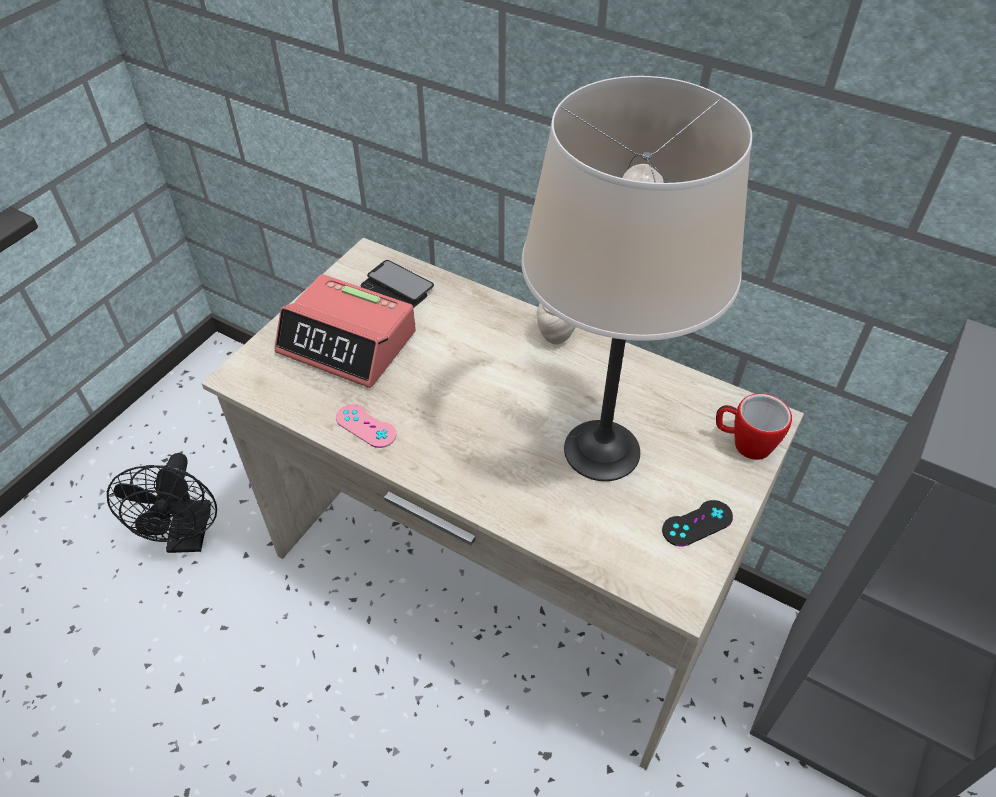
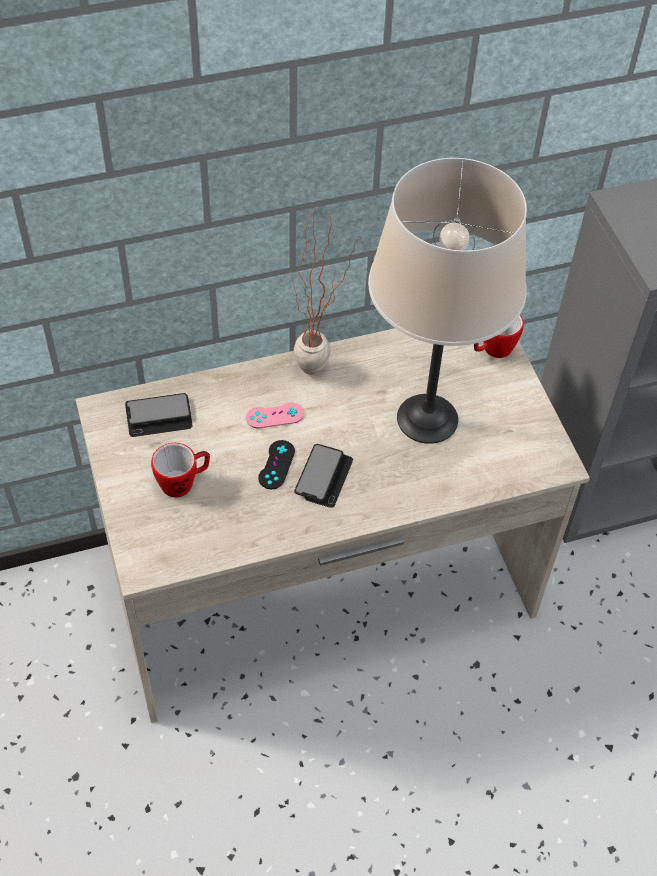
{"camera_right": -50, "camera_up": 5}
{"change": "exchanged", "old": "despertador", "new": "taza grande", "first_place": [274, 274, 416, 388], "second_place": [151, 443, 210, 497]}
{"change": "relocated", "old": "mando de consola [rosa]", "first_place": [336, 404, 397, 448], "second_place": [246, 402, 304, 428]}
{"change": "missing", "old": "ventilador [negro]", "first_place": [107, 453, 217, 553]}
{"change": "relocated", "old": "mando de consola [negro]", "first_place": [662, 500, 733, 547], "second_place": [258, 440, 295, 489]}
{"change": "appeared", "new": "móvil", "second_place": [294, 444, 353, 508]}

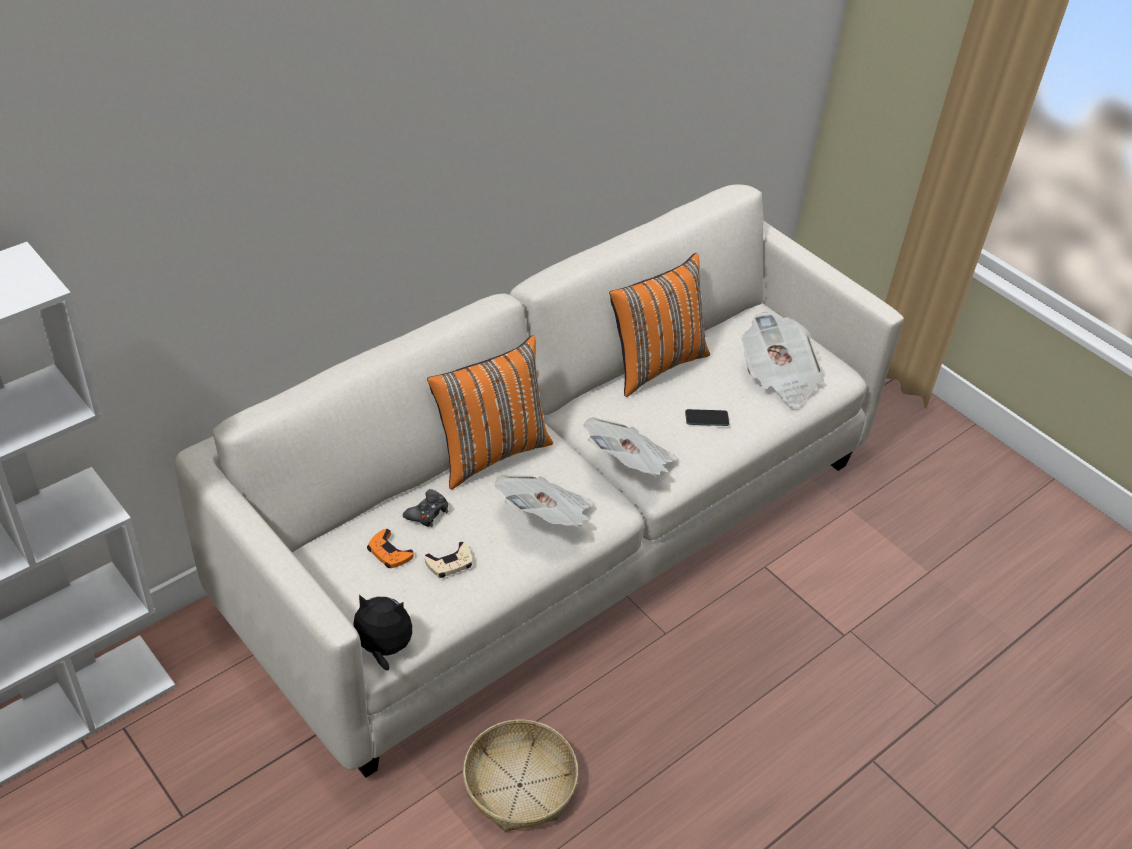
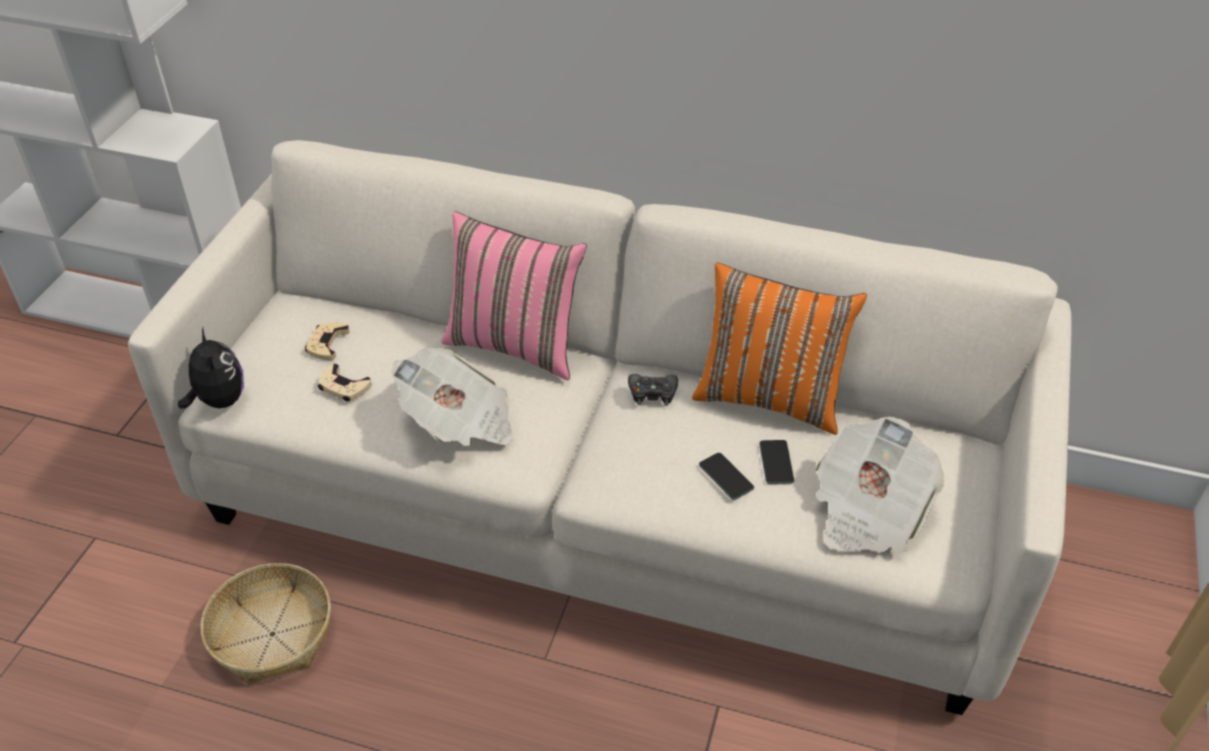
{"camera_right": 60, "camera_up": 0}
{"change": "colour", "old": "cojín [naranja]", "new": "cojín [rosa]", "first_place": [427, 335, 553, 489], "second_place": [441, 211, 587, 380]}
{"change": "missing", "old": "periódico", "first_place": [583, 417, 677, 476]}
{"change": "relocated", "old": "mando de consola [negro]", "first_place": [403, 489, 449, 527], "second_place": [628, 374, 678, 406]}
{"change": "colour", "old": "mando de consola [naranja]", "new": "mando de consola [beis]", "first_place": [367, 529, 414, 568], "second_place": [305, 322, 349, 360]}
{"change": "appeared", "new": "móvil", "second_place": [759, 440, 794, 484]}

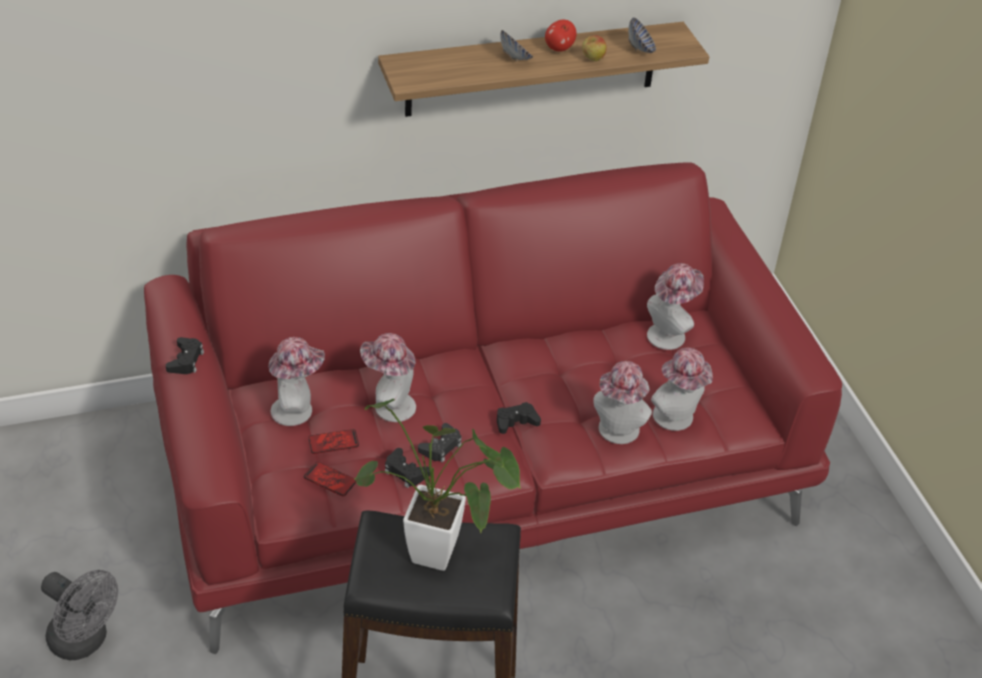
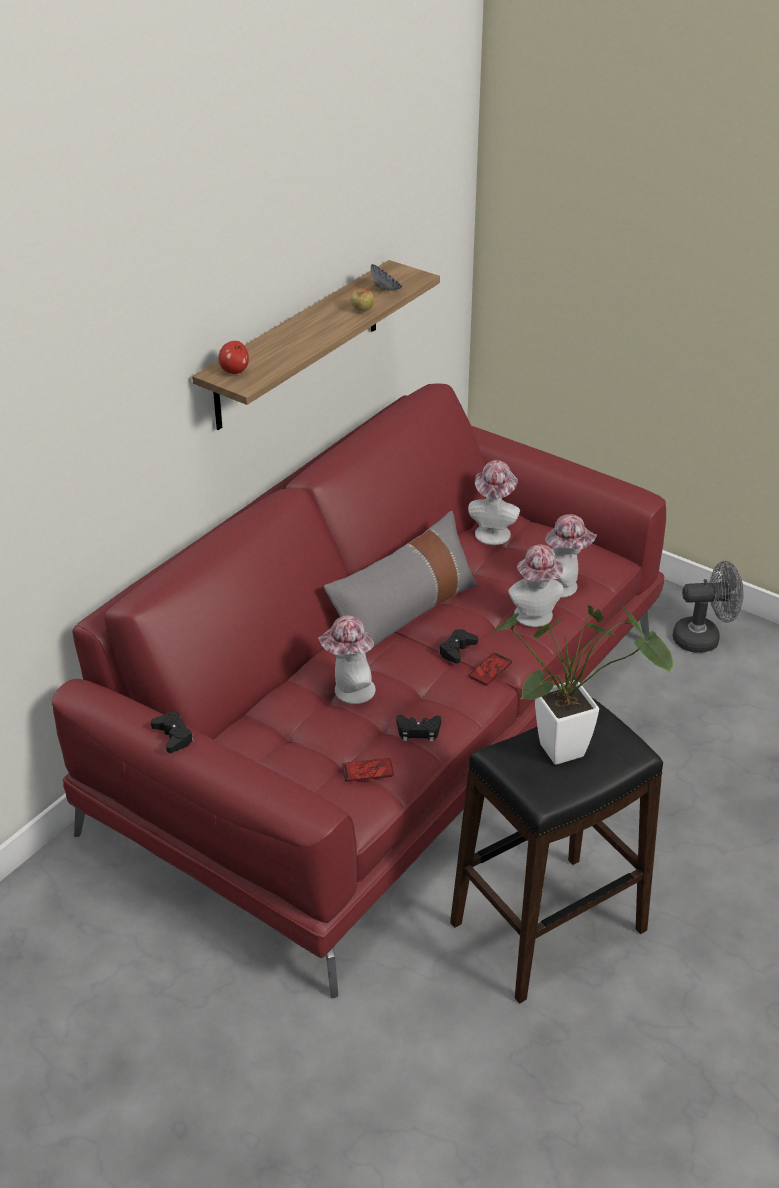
{"camera_right": -35, "camera_up": -5}
{"change": "relocated", "old": "manzana", "first_place": [545, 20, 576, 52], "second_place": [218, 341, 249, 374]}
{"change": "missing", "old": "cuenco", "first_place": [500, 30, 533, 61]}
{"change": "missing", "old": "sombrero", "first_place": [269, 337, 325, 426]}
{"change": "missing", "old": "mando de consola [negro]", "first_place": [418, 423, 461, 462]}
{"change": "relocated", "old": "móvil", "first_place": [308, 429, 359, 454], "second_place": [469, 653, 512, 685]}
{"change": "relocated", "old": "ventilador [gris]", "first_place": [41, 570, 118, 660], "second_place": [673, 561, 744, 653]}
{"change": "appeared", "new": "cojín [gris]", "second_place": [324, 511, 478, 655]}

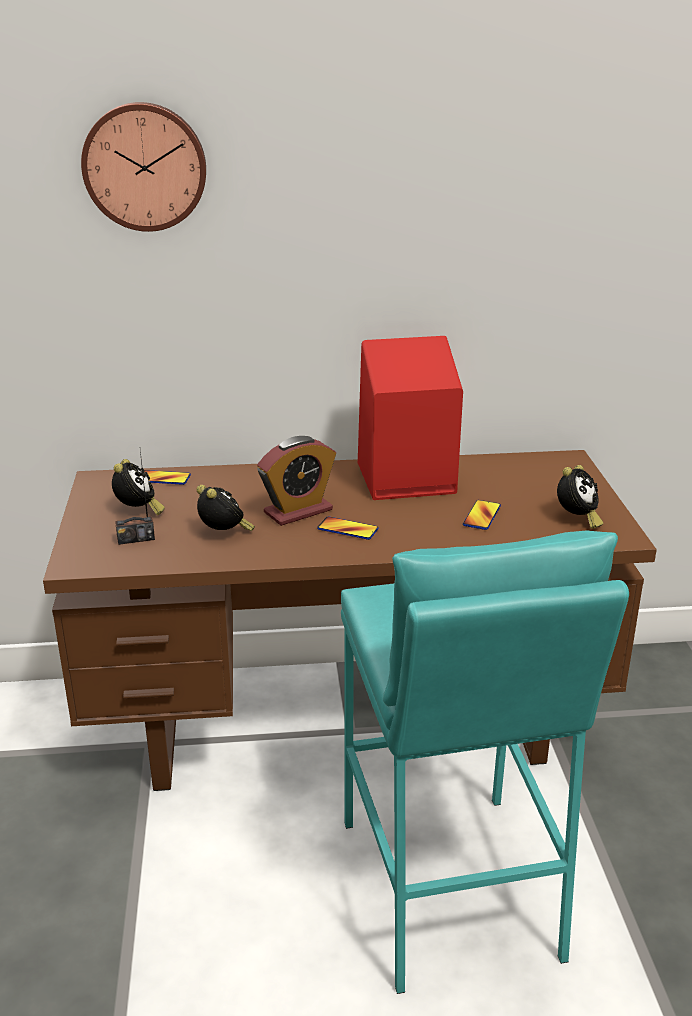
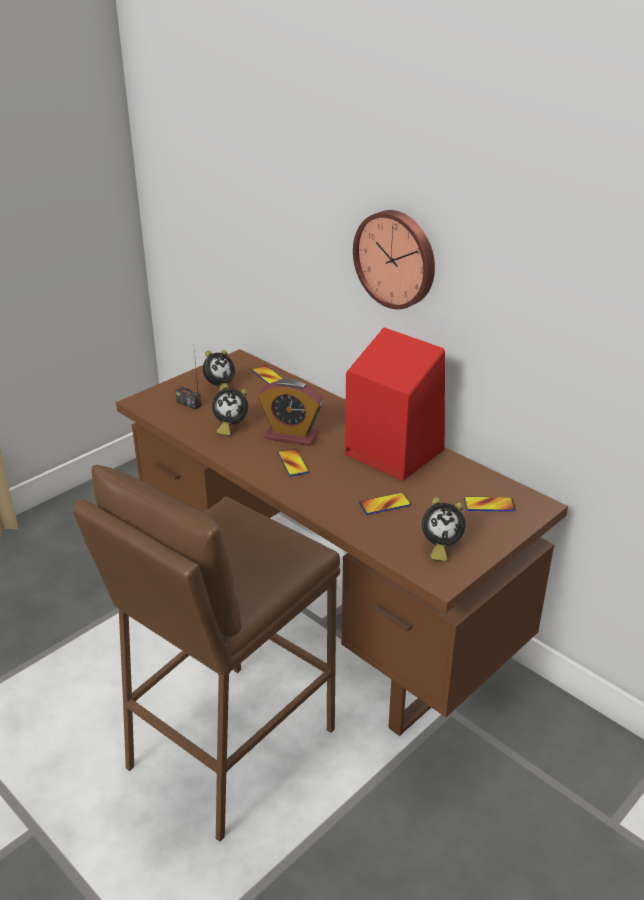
{"camera_right": 50, "camera_up": 5}
{"change": "relocated", "old": "reloj de pared", "first_place": [81, 102, 206, 232], "second_place": [353, 210, 435, 309]}
{"change": "spun", "old": "despertador", "first_place": [197, 485, 255, 531], "second_place": [212, 384, 248, 436], "degrees": 75}
{"change": "colour", "old": "taburete [turquesa]", "new": "taburete [marrón]", "first_place": [341, 530, 629, 994], "second_place": [73, 465, 340, 842]}
{"change": "appeared", "new": "móvil", "second_place": [464, 497, 516, 512]}

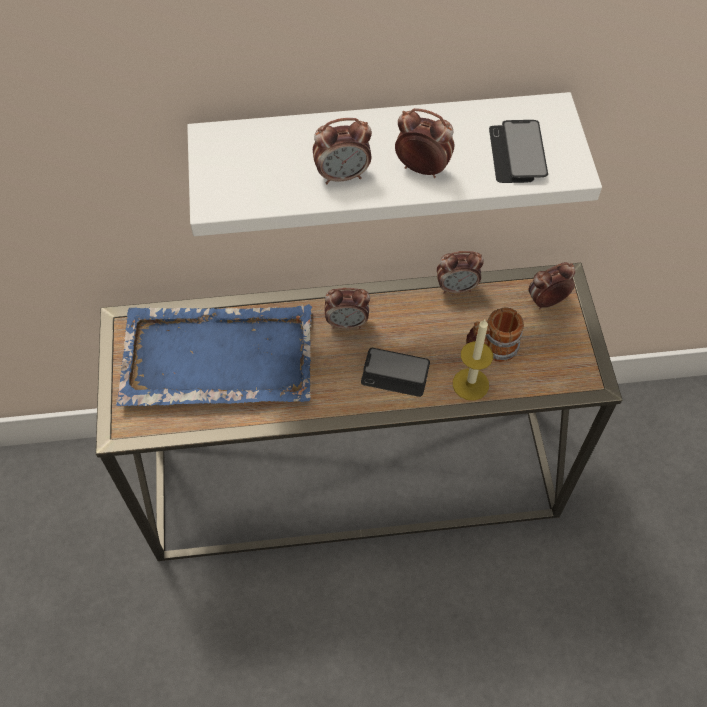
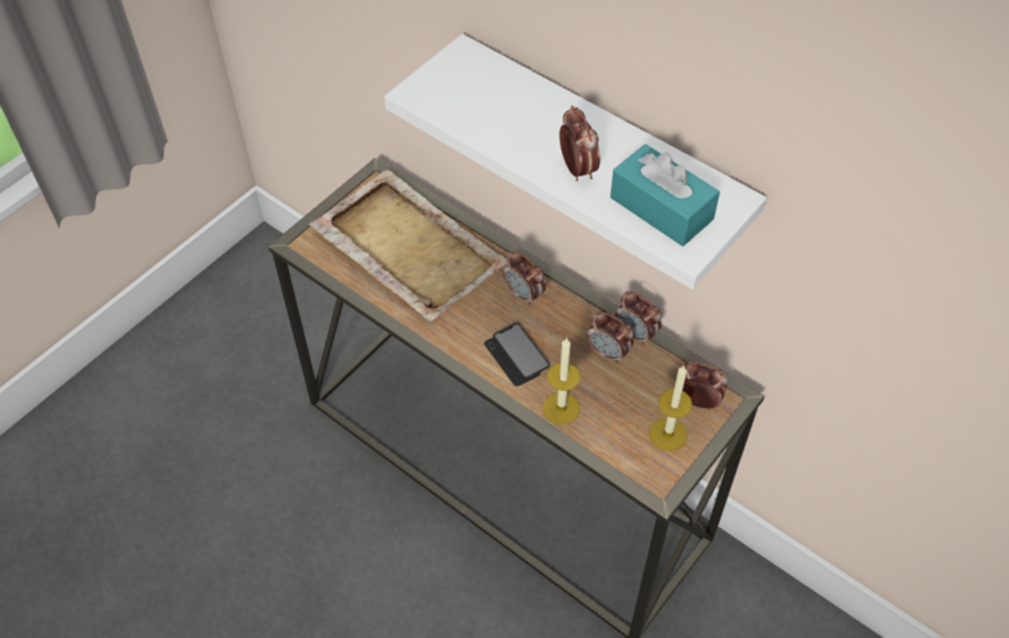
{"camera_right": 45, "camera_up": -5}
{"change": "relocated", "old": "despertador", "first_place": [313, 118, 372, 184], "second_place": [586, 311, 634, 364]}
{"change": "exchanged", "old": "móvil", "new": "caja de pañuelos [turquesa]", "first_place": [489, 120, 548, 183], "second_place": [610, 144, 720, 246]}
{"change": "colour", "old": "bandeja [azul]", "new": "bandeja [beis]", "first_place": [116, 304, 312, 406], "second_place": [309, 169, 507, 321]}
{"change": "missing", "old": "taza grande", "first_place": [466, 307, 524, 362]}
{"change": "appeared", "new": "vela", "second_place": [649, 366, 692, 451]}

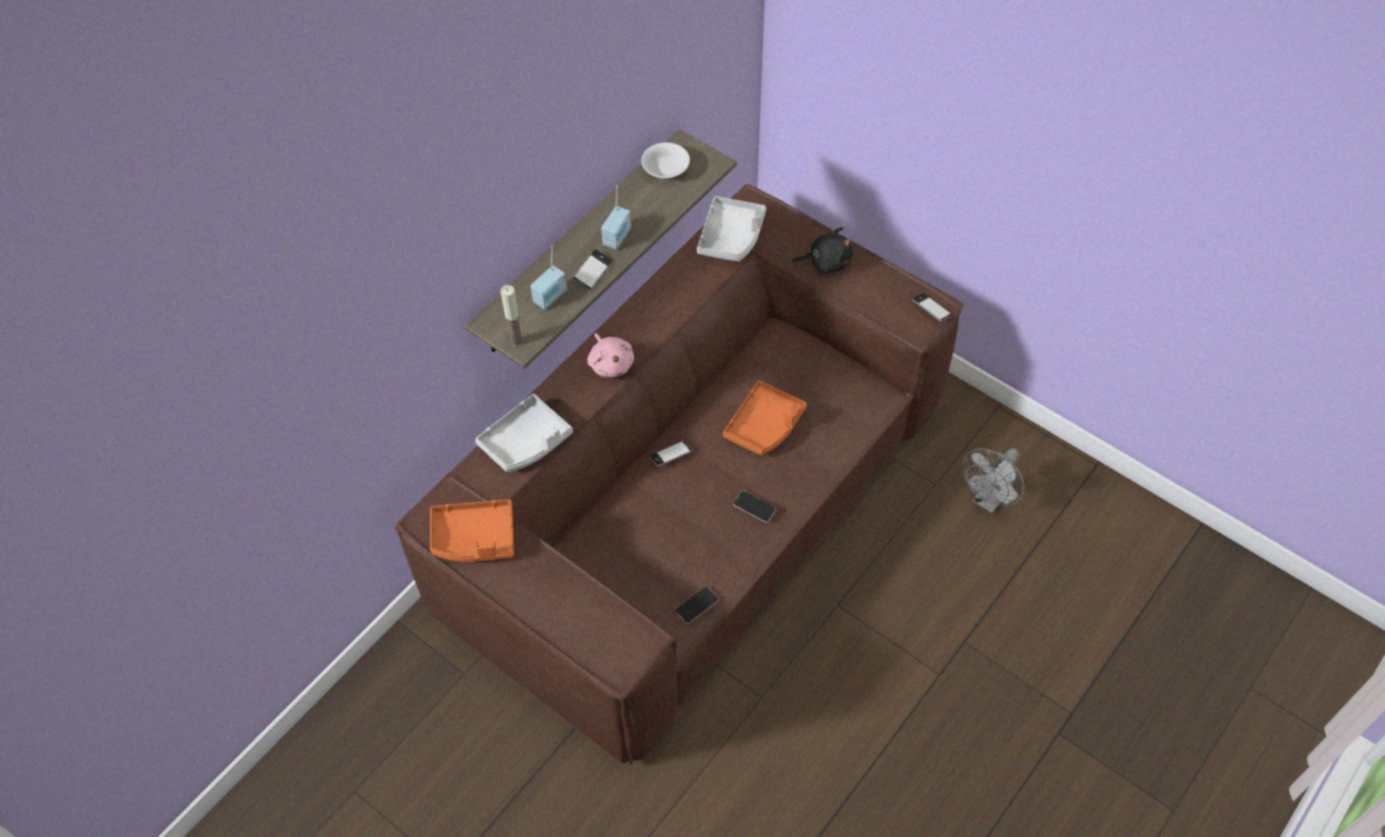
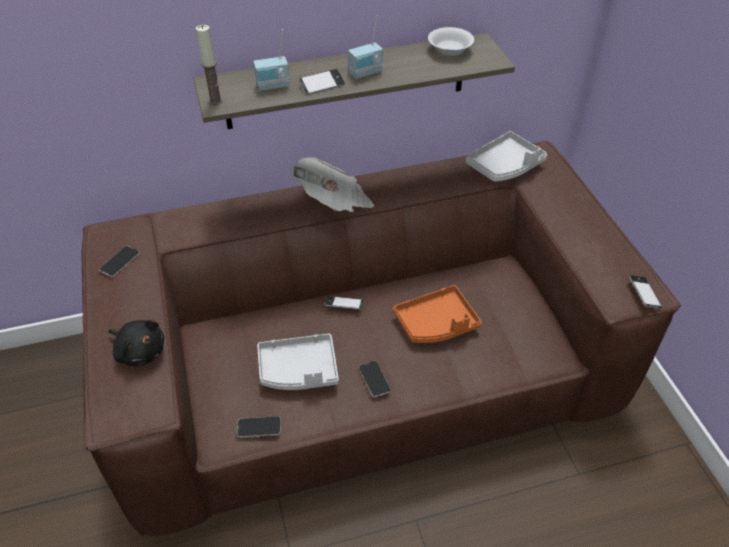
{"camera_right": 35, "camera_up": -10}
{"change": "relocated", "old": "peluche [negro]", "first_place": [792, 227, 853, 274], "second_place": [109, 320, 164, 367]}
{"change": "exchanged", "old": "peluche [rosa]", "new": "periódico", "first_place": [587, 333, 634, 378], "second_place": [290, 157, 374, 212]}
{"change": "relocated", "old": "bandeja [gris]", "first_place": [475, 394, 573, 472], "second_place": [257, 334, 339, 390]}
{"change": "missing", "old": "ventilador [gris]", "first_place": [962, 448, 1025, 513]}
{"change": "exchanged", "old": "bandeja [naranja]", "new": "móvil", "first_place": [430, 499, 514, 562], "second_place": [99, 246, 140, 277]}

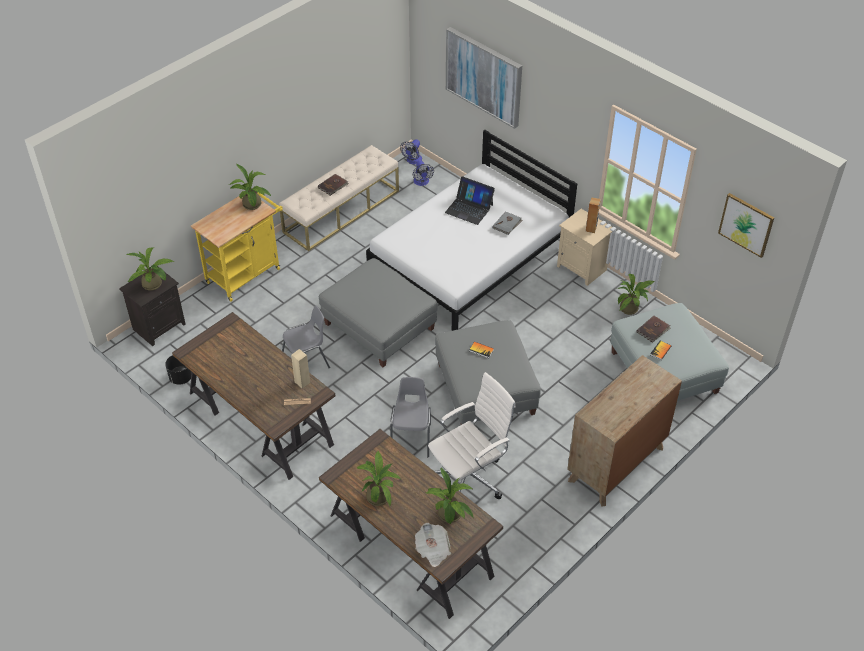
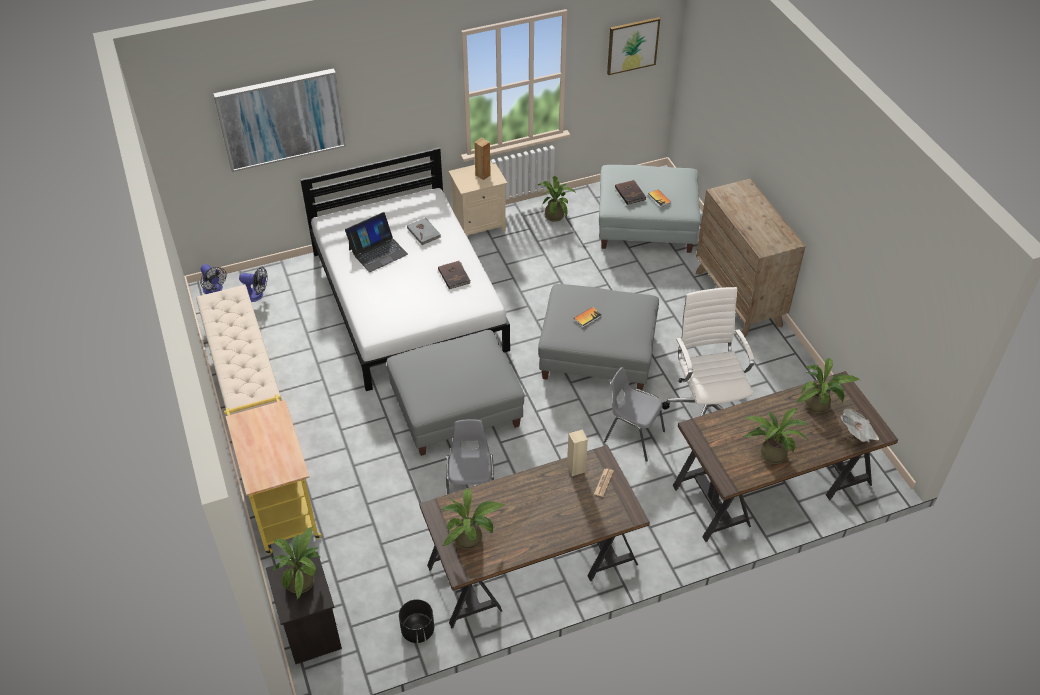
{"camera_right": -65, "camera_up": 0}
{"change": "relocated", "old": "planta en maceta", "first_place": [229, 164, 271, 210], "second_place": [441, 488, 504, 550]}
{"change": "relocated", "old": "libro [marrón]", "first_place": [318, 174, 349, 196], "second_place": [438, 261, 471, 289]}

